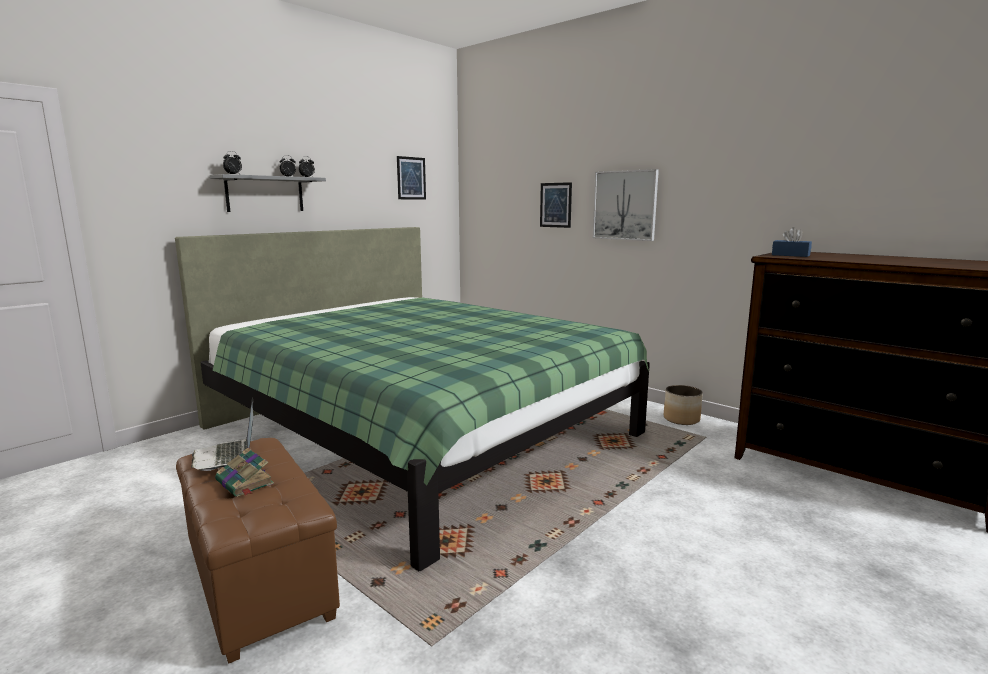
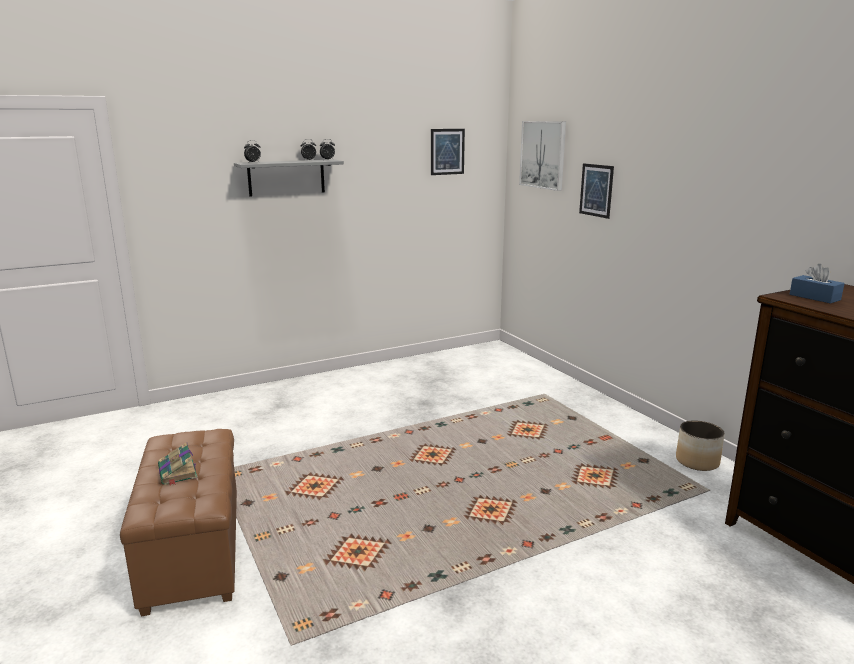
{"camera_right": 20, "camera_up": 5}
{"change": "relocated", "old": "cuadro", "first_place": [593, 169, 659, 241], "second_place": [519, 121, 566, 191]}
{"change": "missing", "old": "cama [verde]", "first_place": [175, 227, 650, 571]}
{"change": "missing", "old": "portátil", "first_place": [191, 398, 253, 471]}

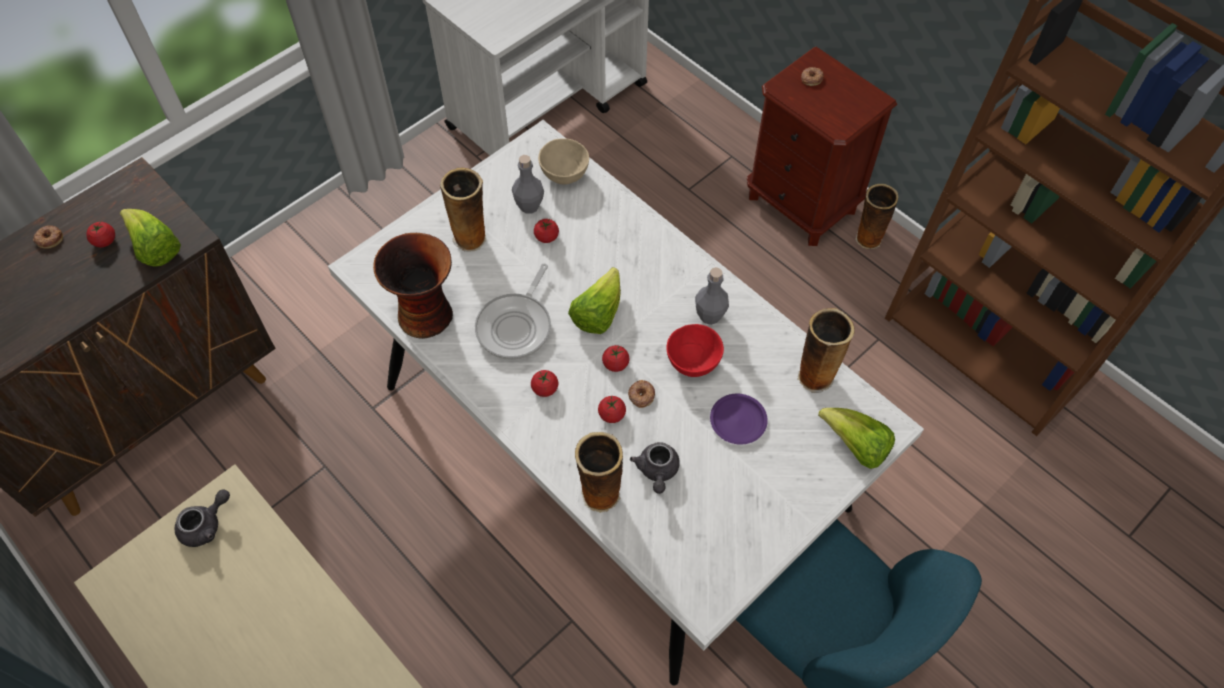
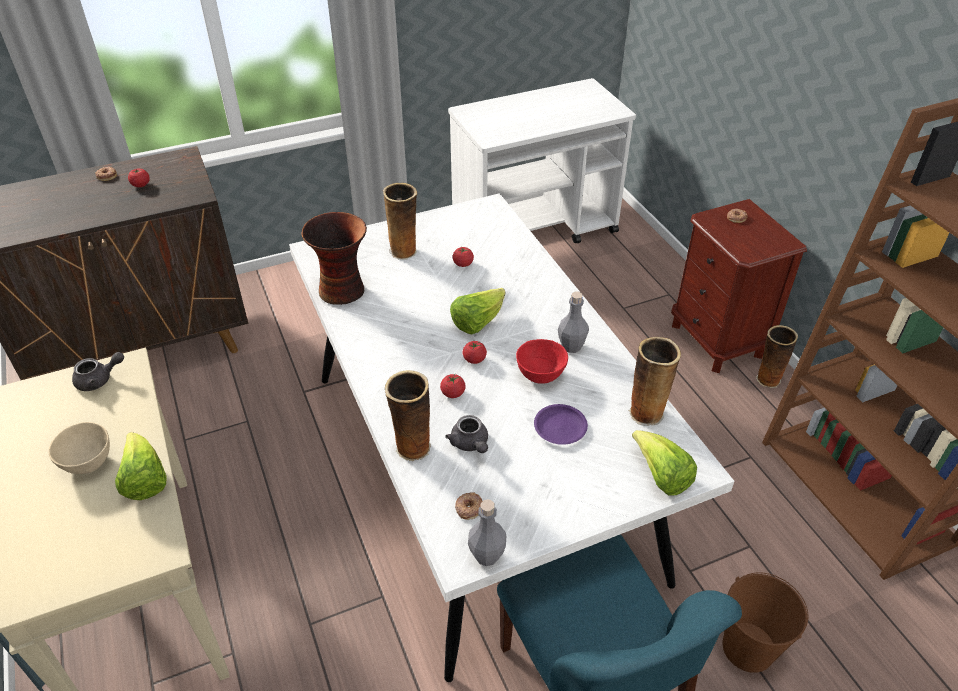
{"camera_right": 20, "camera_up": -15}
{"change": "relocated", "old": "cuenco [beis]", "first_place": [538, 139, 589, 184], "second_place": [48, 422, 110, 474]}
{"change": "relocated", "old": "botella [gris]", "first_place": [512, 155, 544, 214], "second_place": [468, 499, 506, 566]}
{"change": "relocated", "old": "lechuga", "first_place": [120, 209, 181, 267], "second_place": [115, 432, 167, 500]}
{"change": "missing", "old": "sartén", "first_place": [475, 264, 551, 360]}
{"change": "missing", "old": "tomate", "first_place": [531, 370, 558, 397]}
{"change": "relocated", "old": "rosquilla", "first_place": [628, 380, 655, 408], "second_place": [455, 492, 482, 520]}
{"change": "spun", "old": "tetera [gris]", "first_place": [630, 442, 680, 494], "second_place": [445, 415, 488, 453], "degrees": -45}
{"change": "appeared", "new": "cubo [marrón]", "second_place": [723, 572, 808, 673]}

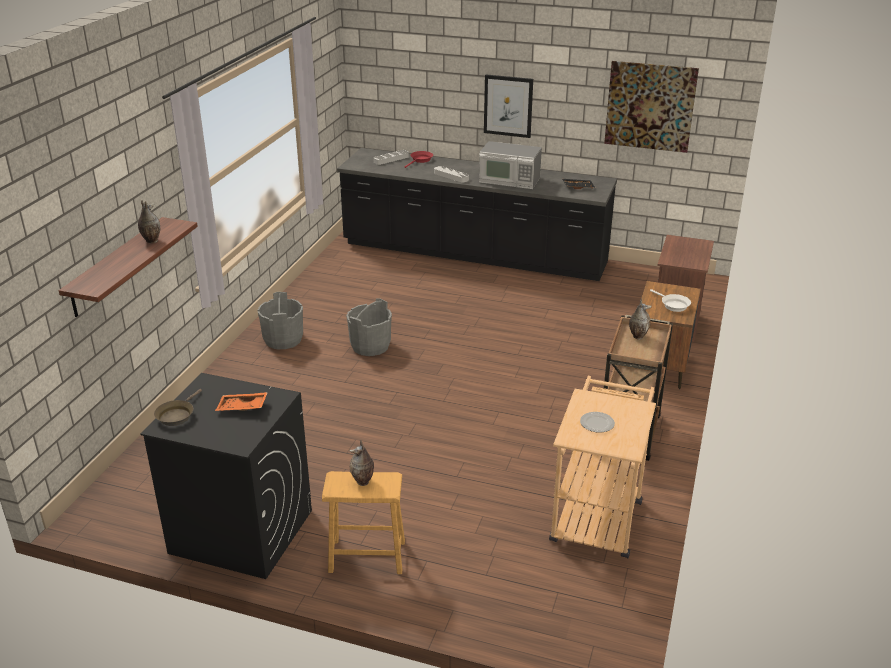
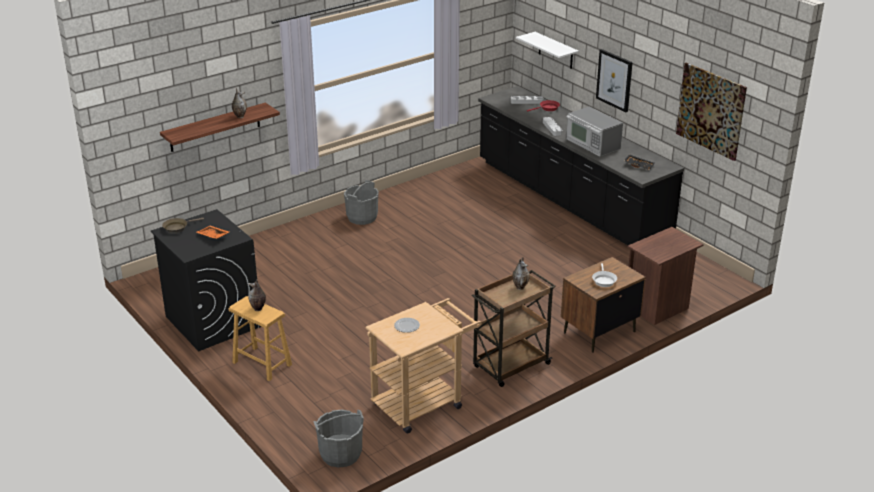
{"camera_right": 35, "camera_up": 0}
{"change": "relocated", "old": "cubo [gris]", "first_place": [346, 298, 392, 356], "second_place": [313, 409, 364, 468]}
{"change": "appeared", "new": "estante [blanco]", "second_place": [516, 32, 579, 69]}

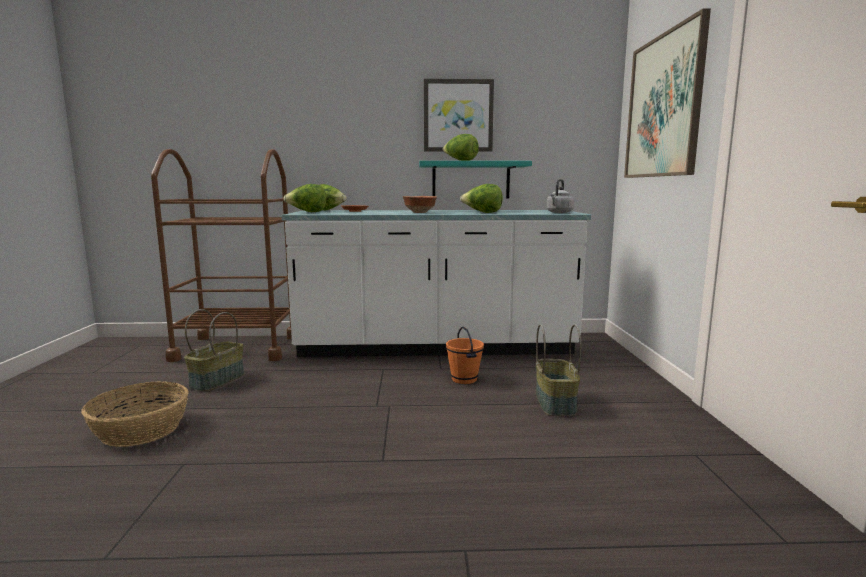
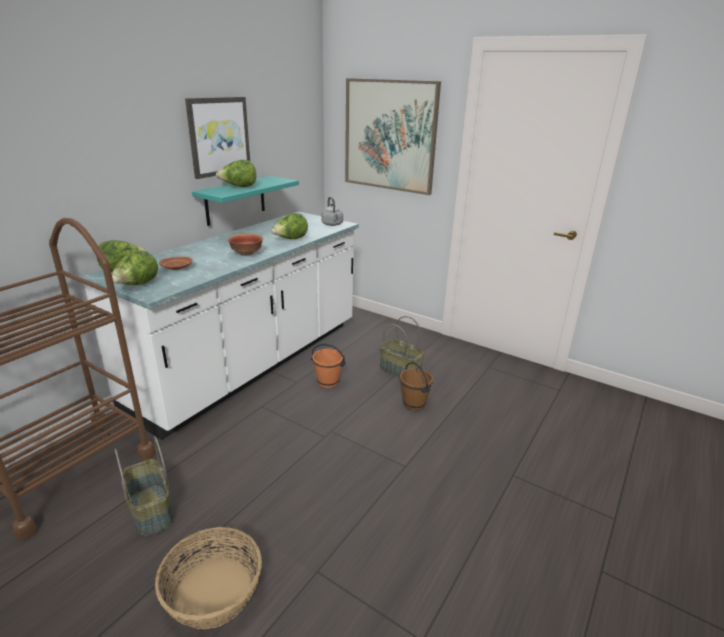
{"camera_right": -55, "camera_up": 15}
{"change": "appeared", "new": "cubo [marrón]", "second_place": [400, 362, 433, 411]}

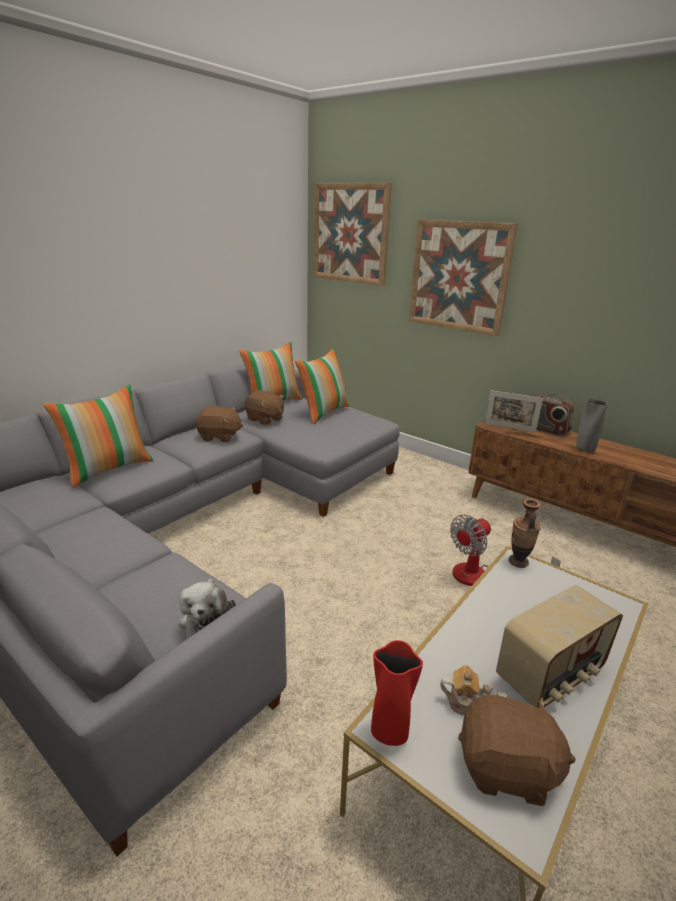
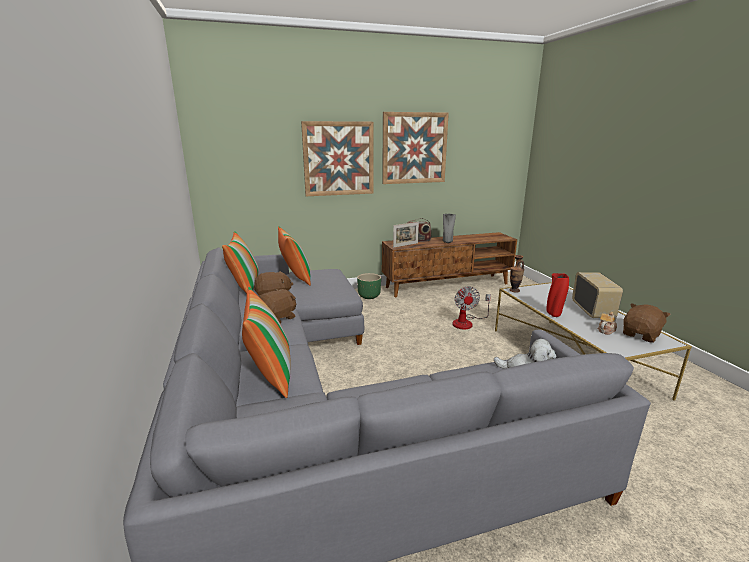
{"camera_right": -55, "camera_up": -5}
{"change": "relocated", "old": "cuadro", "first_place": [314, 183, 392, 286], "second_place": [382, 112, 449, 184]}
{"change": "relocated", "old": "florero [rojo]", "first_place": [371, 640, 423, 746], "second_place": [546, 273, 569, 317]}
{"change": "appeared", "new": "maceta [verde]", "second_place": [357, 273, 381, 299]}

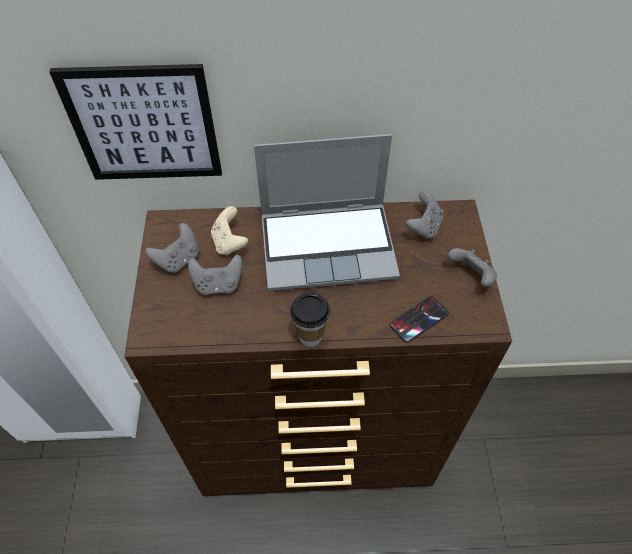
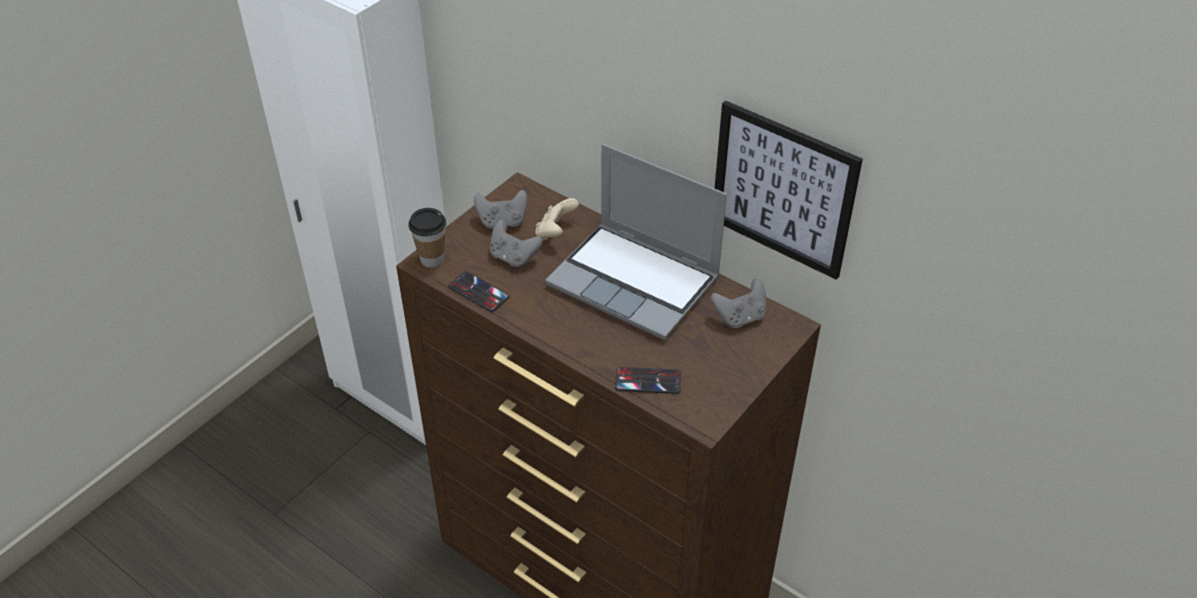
{"camera_right": 40, "camera_up": -10}
{"change": "relocated", "old": "cuadro", "first_place": [49, 64, 222, 180], "second_place": [714, 100, 863, 280]}
{"change": "missing", "old": "mando de consola [gris]", "first_place": [448, 248, 497, 287]}
{"change": "relocated", "old": "taza", "first_place": [290, 292, 330, 347], "second_place": [408, 208, 446, 268]}
{"change": "appeared", "new": "móvil", "second_place": [448, 271, 509, 312]}

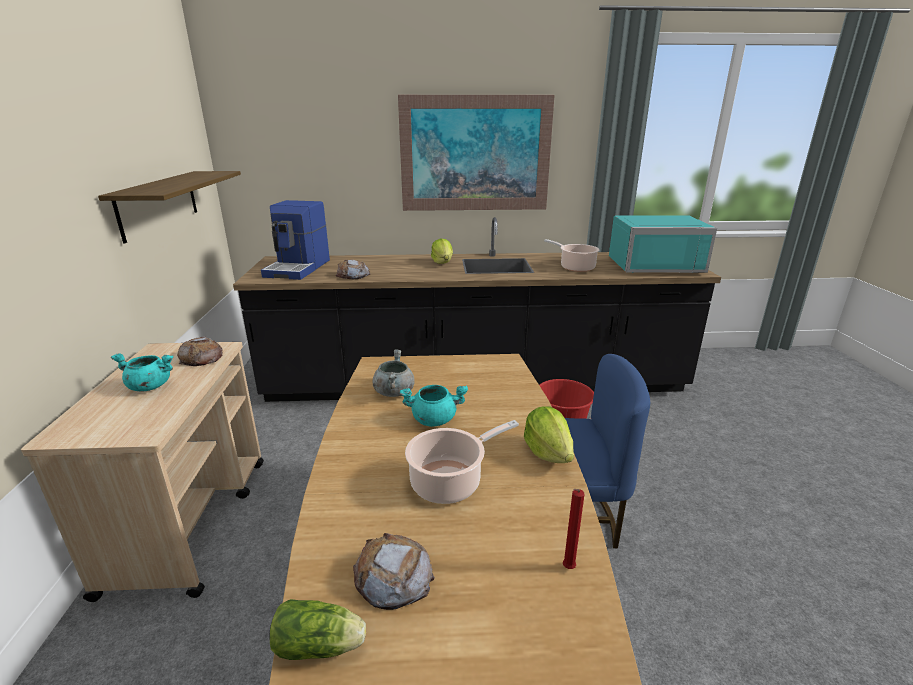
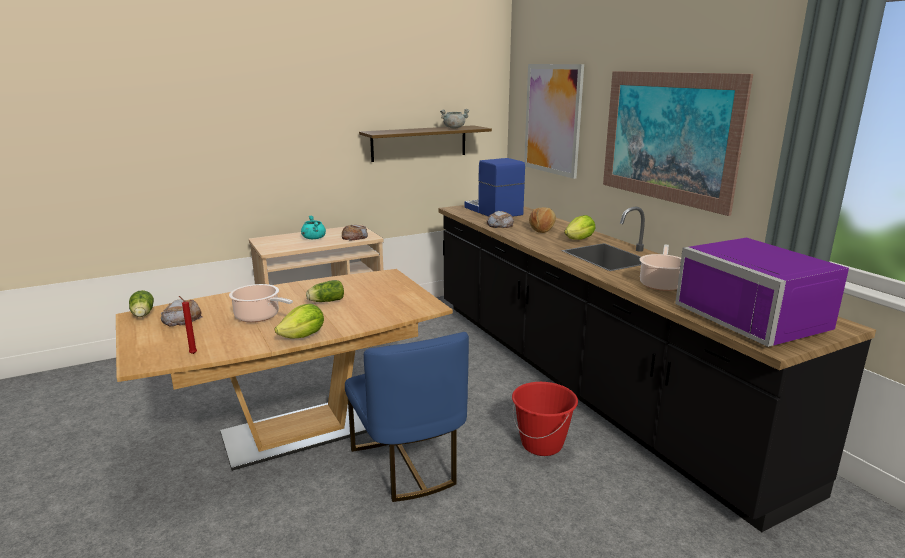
{"camera_right": 65, "camera_up": -5}
{"change": "spun", "old": "cafetera", "first_place": [261, 200, 330, 280], "second_place": [464, 158, 525, 217], "degrees": 75}
{"change": "colour", "old": "microondas [turquesa]", "new": "microondas [morado]", "first_place": [609, 215, 717, 273], "second_place": [675, 238, 849, 347]}
{"change": "relocated", "old": "olla [gris]", "first_place": [373, 349, 415, 397], "second_place": [440, 109, 470, 128]}
{"change": "exchanged", "old": "olla [turquesa]", "new": "lechuga", "first_place": [400, 385, 468, 427], "second_place": [306, 280, 344, 302]}
{"change": "appeared", "new": "cuadro", "second_place": [524, 64, 584, 179]}
{"change": "appeared", "new": "pan", "second_place": [529, 207, 556, 233]}

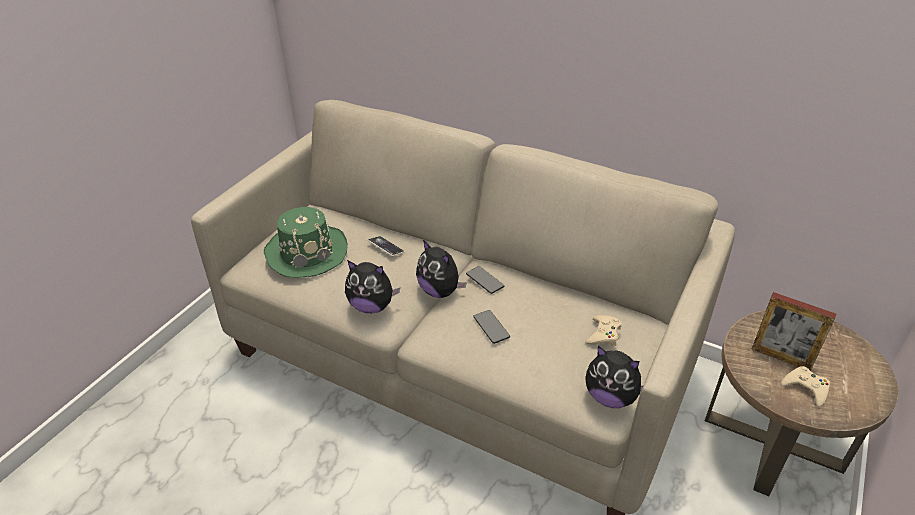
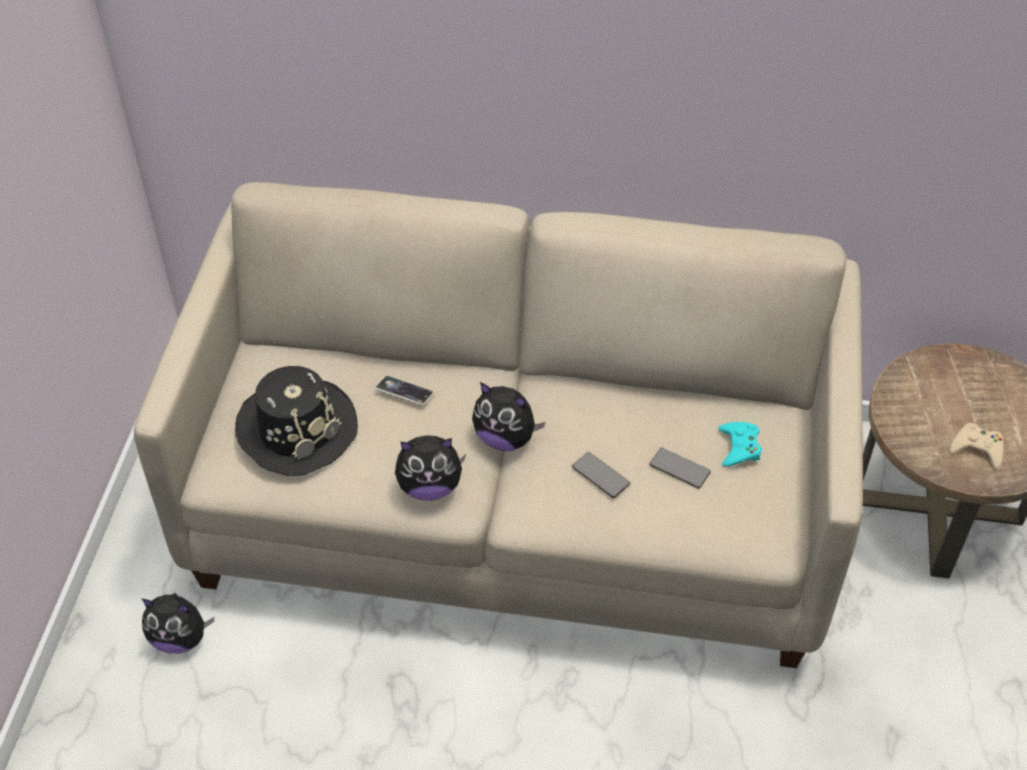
{"camera_right": -20, "camera_up": 10}
{"change": "colour", "old": "sombrero [verde]", "new": "sombrero [negro]", "first_place": [264, 207, 348, 278], "second_place": [235, 366, 358, 476]}
{"change": "relocated", "old": "móvil", "first_place": [466, 266, 504, 294], "second_place": [650, 448, 711, 488]}
{"change": "missing", "old": "portarretratos", "first_place": [752, 292, 836, 371]}
{"change": "colour", "old": "mando de consola [beis]", "new": "mando de consola [turquesa]", "first_place": [585, 315, 622, 346], "second_place": [718, 422, 762, 467]}
{"change": "relocated", "old": "peluche", "first_place": [585, 346, 644, 408], "second_place": [142, 593, 214, 653]}

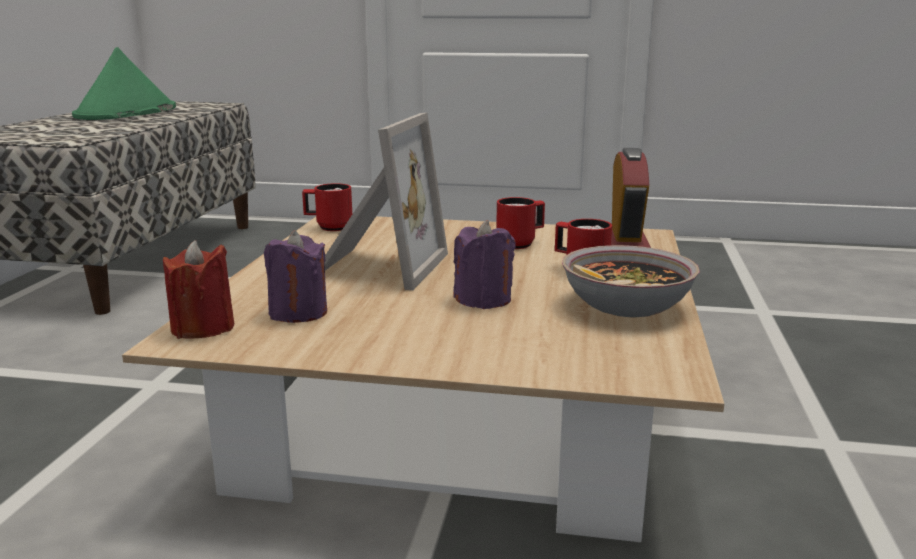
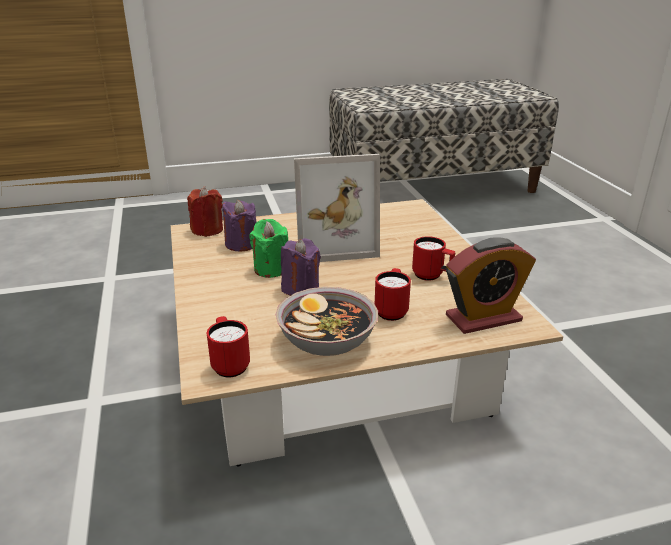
{"camera_right": 65, "camera_up": 10}
{"change": "missing", "old": "sombrero [verde]", "first_place": [72, 47, 176, 120]}
{"change": "relocated", "old": "taza grande [rojo]", "first_place": [302, 183, 352, 231], "second_place": [207, 316, 250, 378]}
{"change": "appeared", "new": "vela [verde]", "second_place": [249, 219, 288, 278]}

